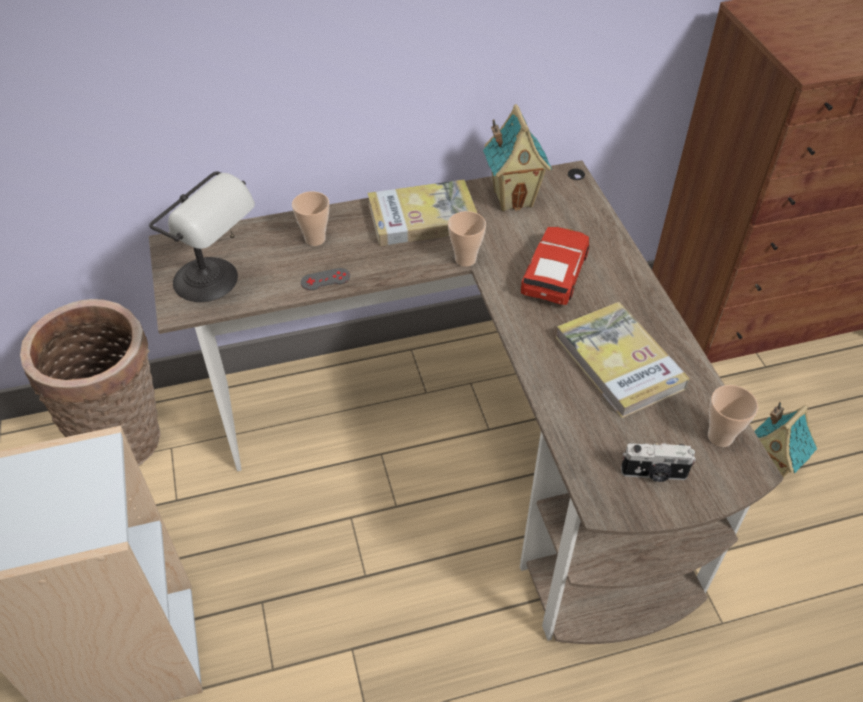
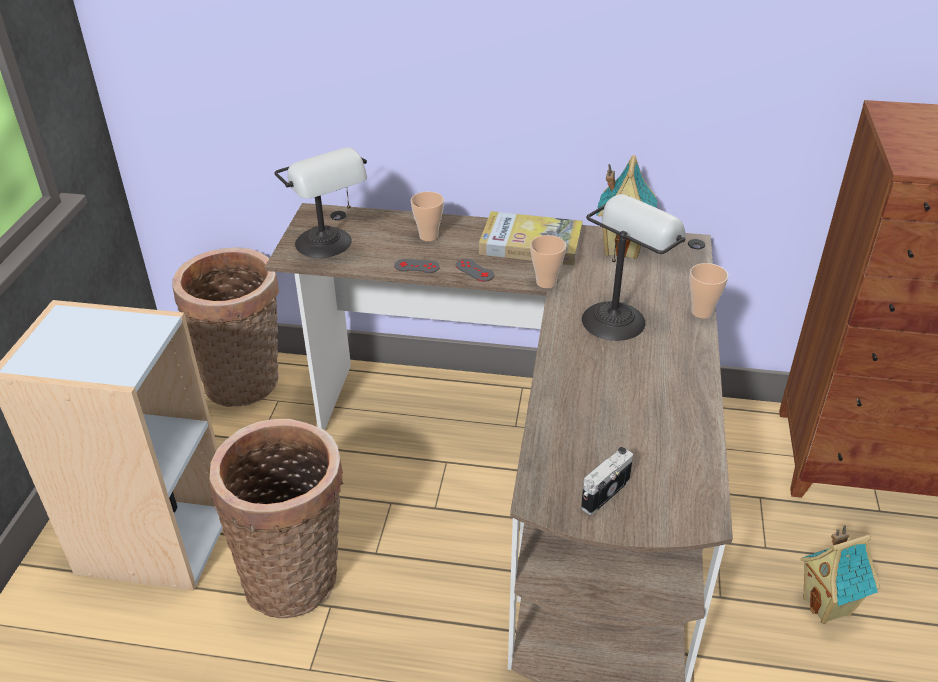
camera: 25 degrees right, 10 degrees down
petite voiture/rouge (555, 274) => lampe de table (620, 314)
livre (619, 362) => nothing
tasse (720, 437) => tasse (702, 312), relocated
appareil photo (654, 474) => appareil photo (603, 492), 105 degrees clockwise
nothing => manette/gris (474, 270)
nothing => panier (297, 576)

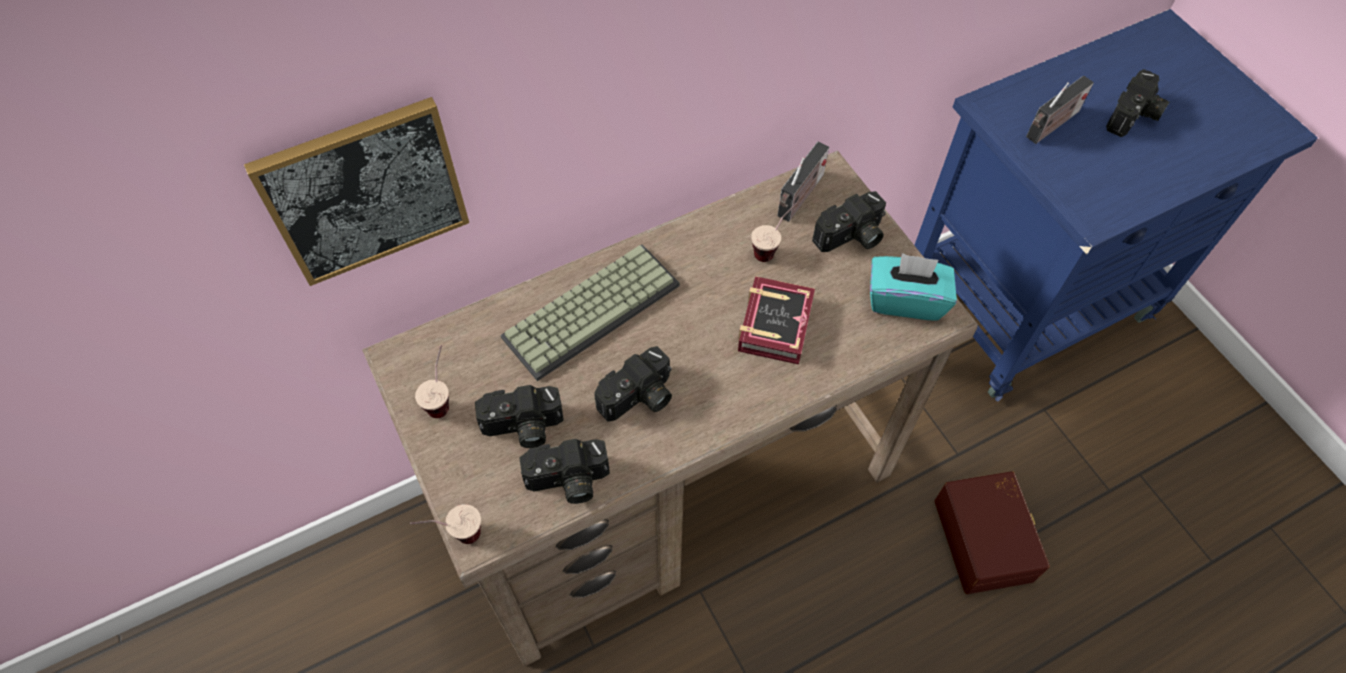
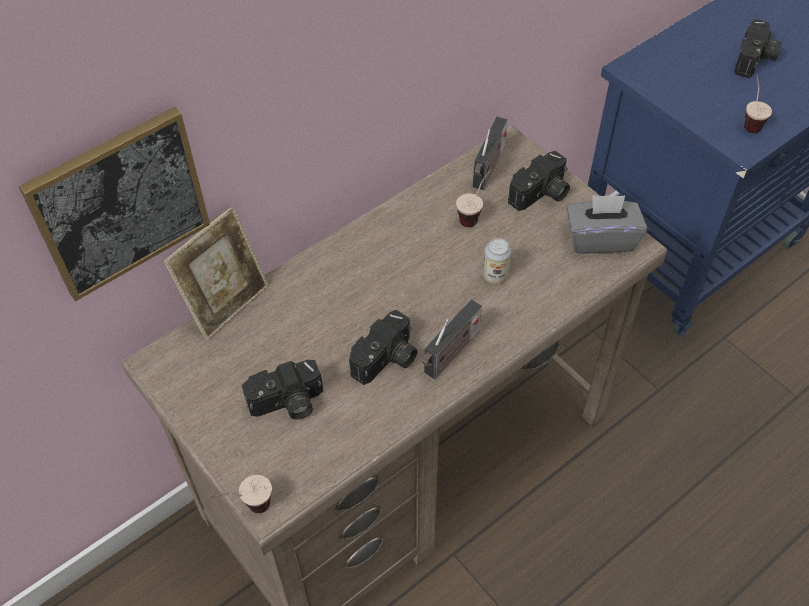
camera: 10 degrees left, 5 degrees down
radio (1051, 126) => radio (450, 355), relocated
clavier (591, 308) => nothing
boîte à mouchoirs/turquoise (905, 300) => boîte à mouchoirs/gris (600, 239)
livre (778, 322) => boîte métallique (495, 275)
tasse (442, 397) => tasse (750, 120), relocated
appareil photo (568, 482) => nothing
boîte de rangement/marron (985, 539) => nothing
nothing => cadre photo (227, 304)

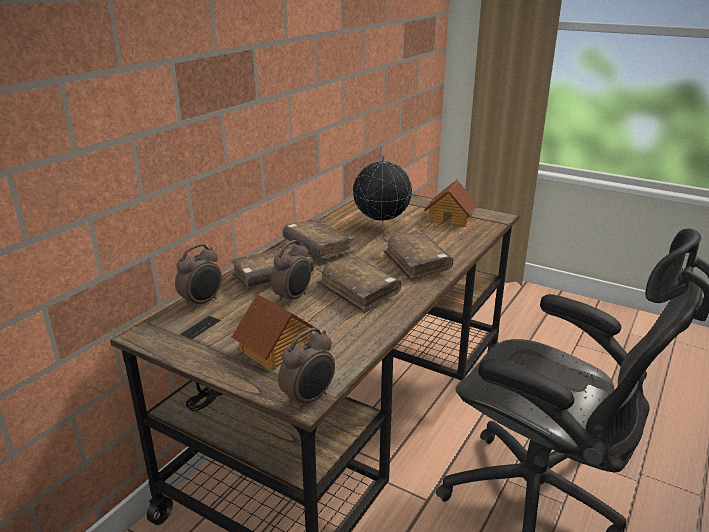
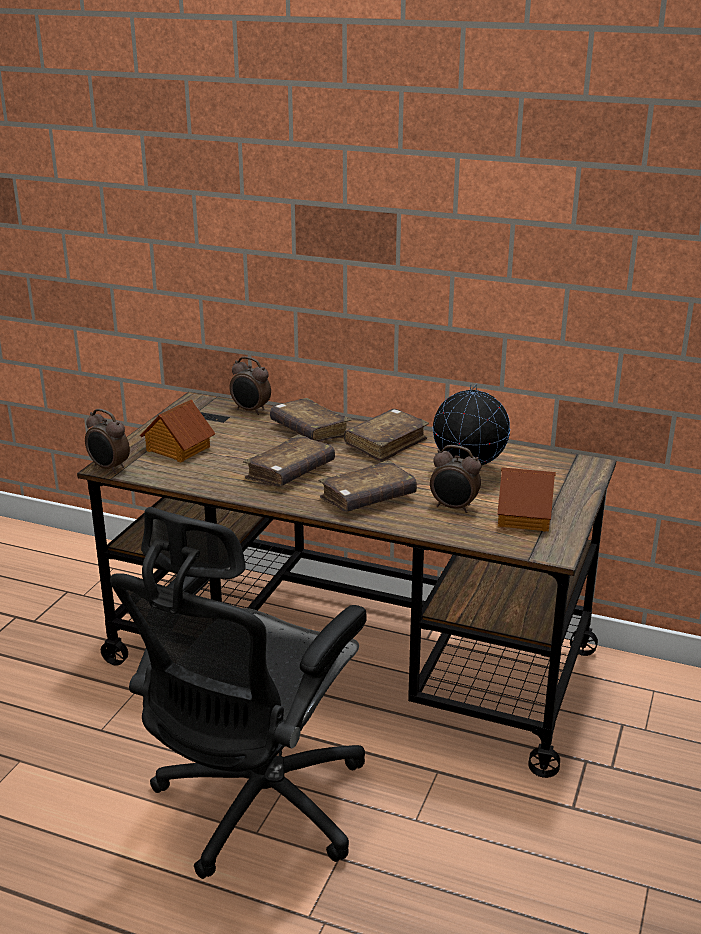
camera: 80 degrees right, 0 degrees up
réveil (293, 298) => réveil (454, 508), relocated

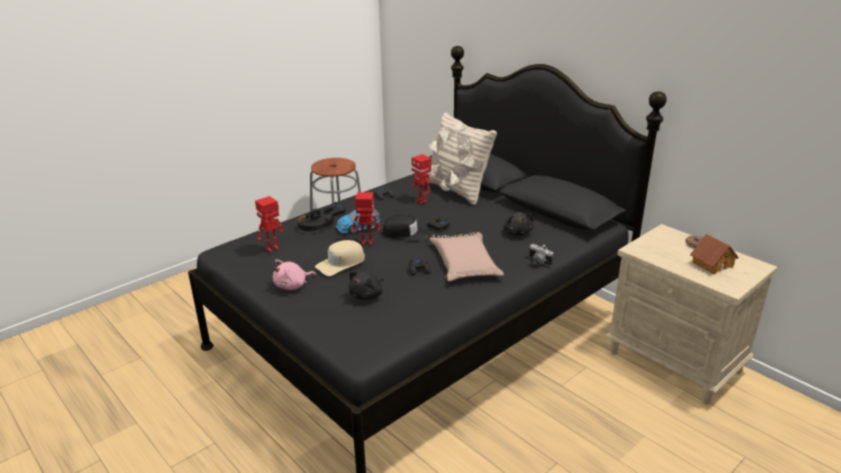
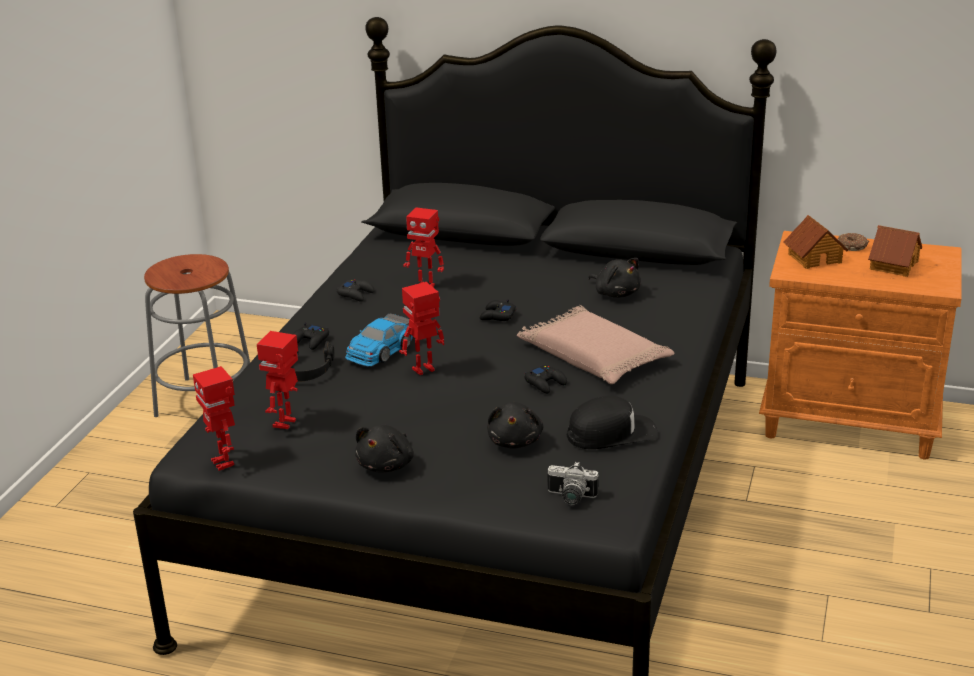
camera: 30 degrees left, 0 degrees up
coussin/beige (456, 190) => nothing
casquette/noir (406, 234) => casquette/noir (611, 433), relocated
table de chevet/beige (675, 362) => table de chevet/orange (851, 422)
casquette/beige (341, 263) => nothing
appareil photo (537, 262) => appareil photo (570, 498), relocated
peluche/rose (292, 285) => peluche/noir (387, 465)
nothing => maison miniature (814, 258)
nothing => robot jouet (224, 462)

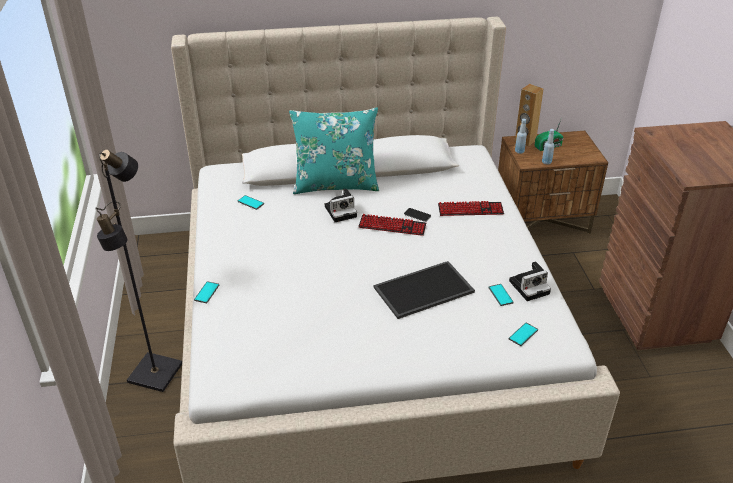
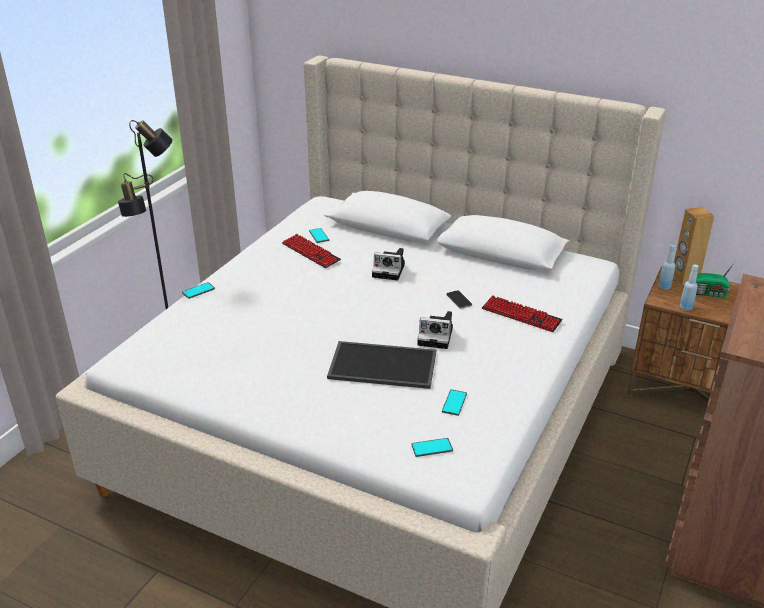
camera: 35 degrees right, 5 degrees down
coussin/turquoise (335, 184) => nothing
clavier (392, 226) => clavier (311, 252), relocated
appareil photo (530, 286) => appareil photo (437, 336), relocated

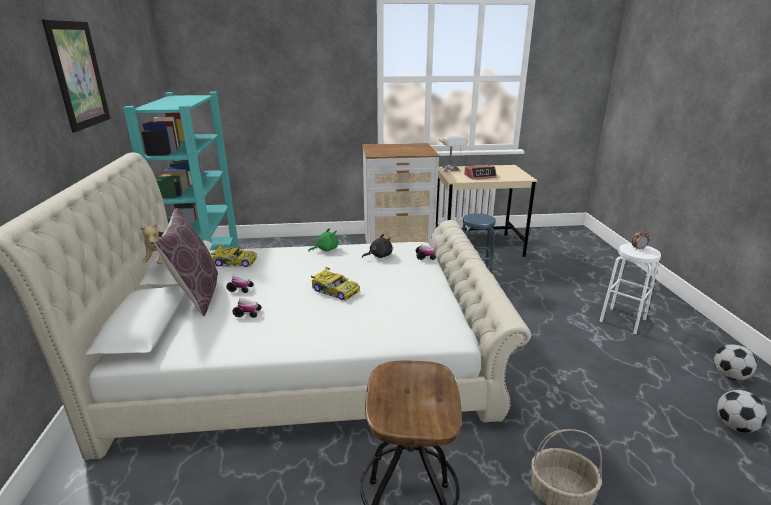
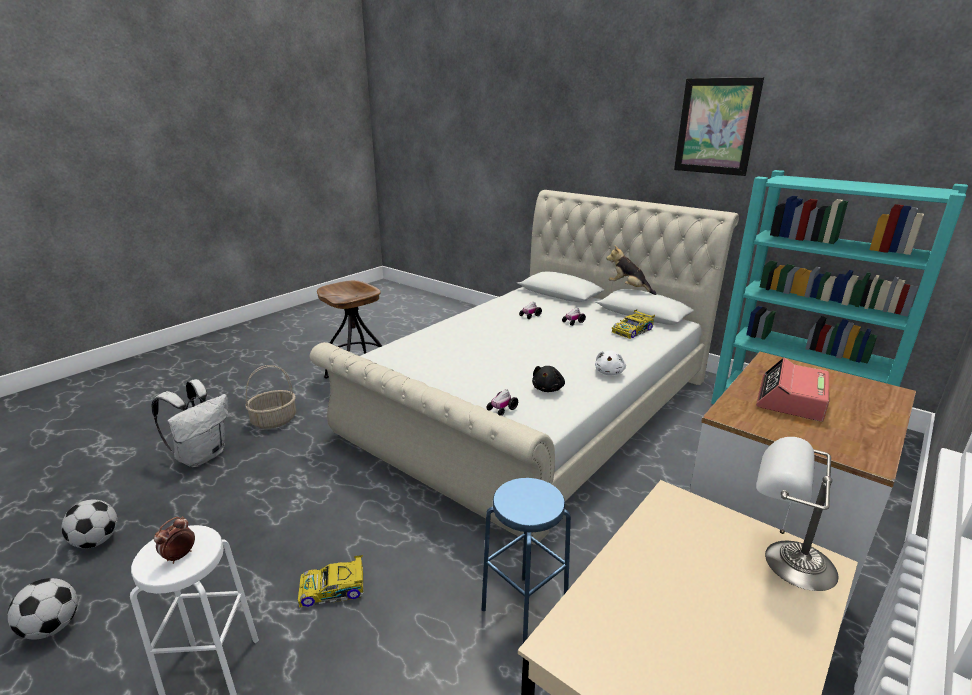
camera: 135 degrees right, 0 degrees up
réveil (480, 176) => réveil (791, 399), relocated
coussin/marron (196, 294) => nothing
peluche/vert (325, 249) => peluche/blanc (609, 372)
petite voiture (335, 290) => petite voiture (334, 589), relocated
nothing => sac à dos/blanc (202, 456)

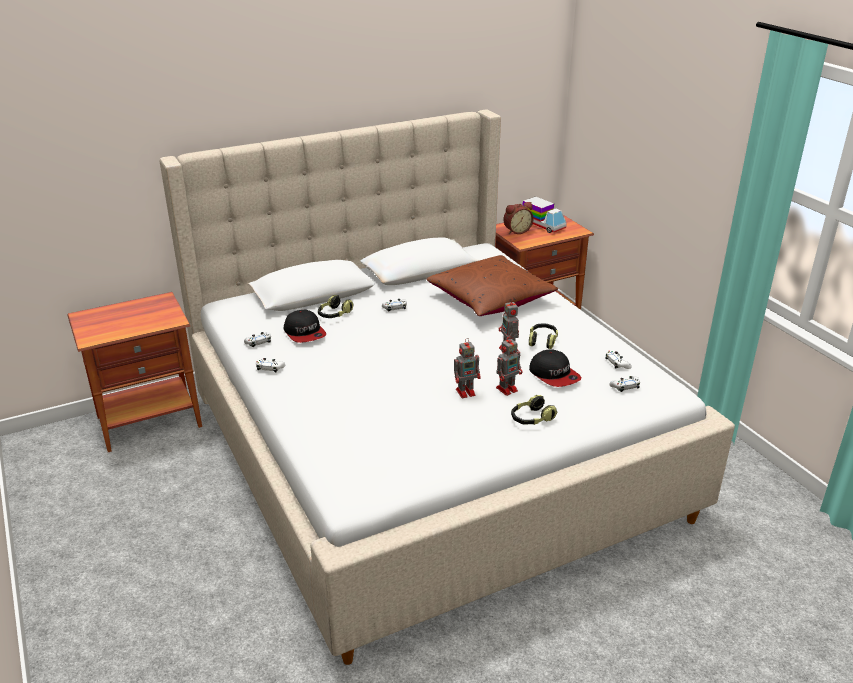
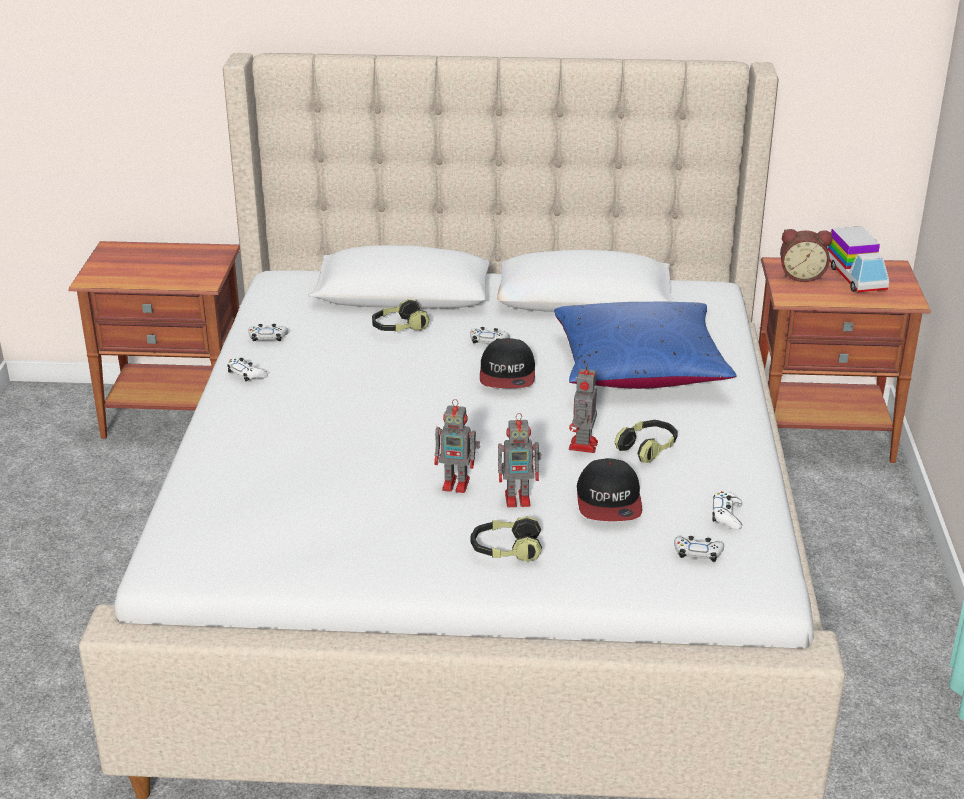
camera: 30 degrees right, 0 degrees up
coussin/marron (490, 299) => coussin/bleu (639, 366)
casquette (305, 333) => casquette (507, 375), relocated

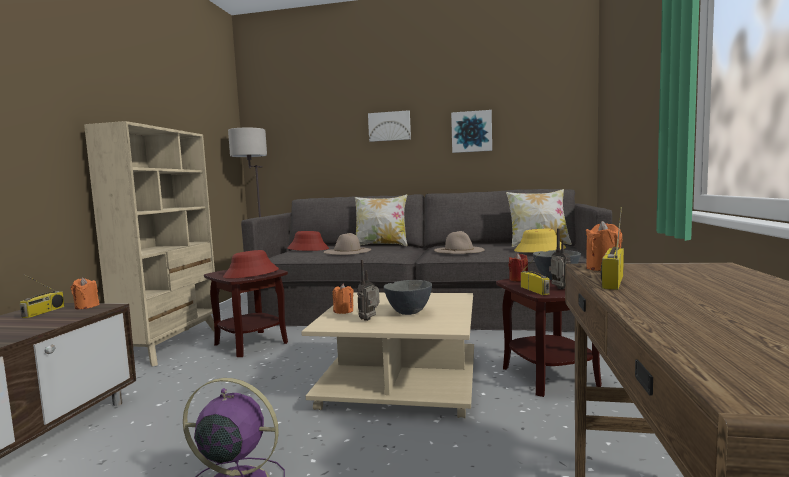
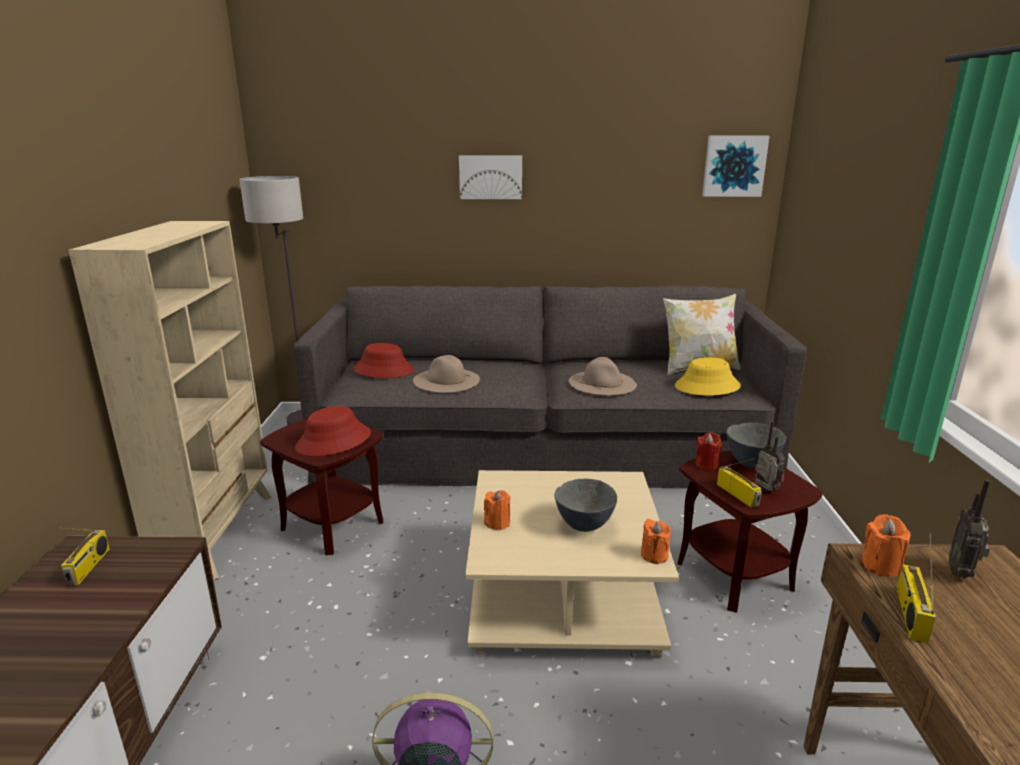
camera: 10 degrees left, 15 degrees up
tableau (471, 131) => tableau (734, 166), relocated
coussin (381, 245) => nothing
radio (370, 319) => radio (961, 572), relocated
bougie/orange (86, 306) => bougie/orange (654, 555), relocated

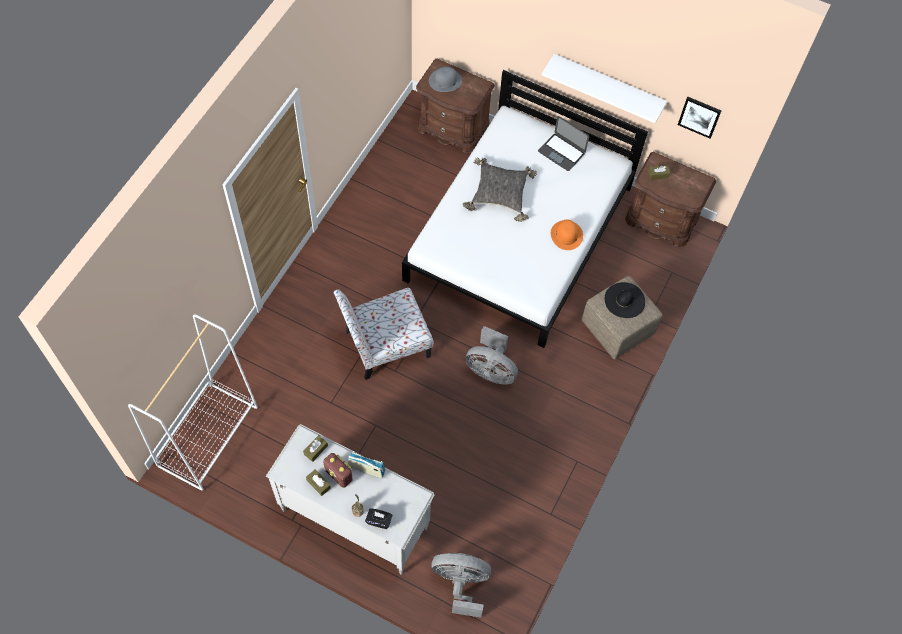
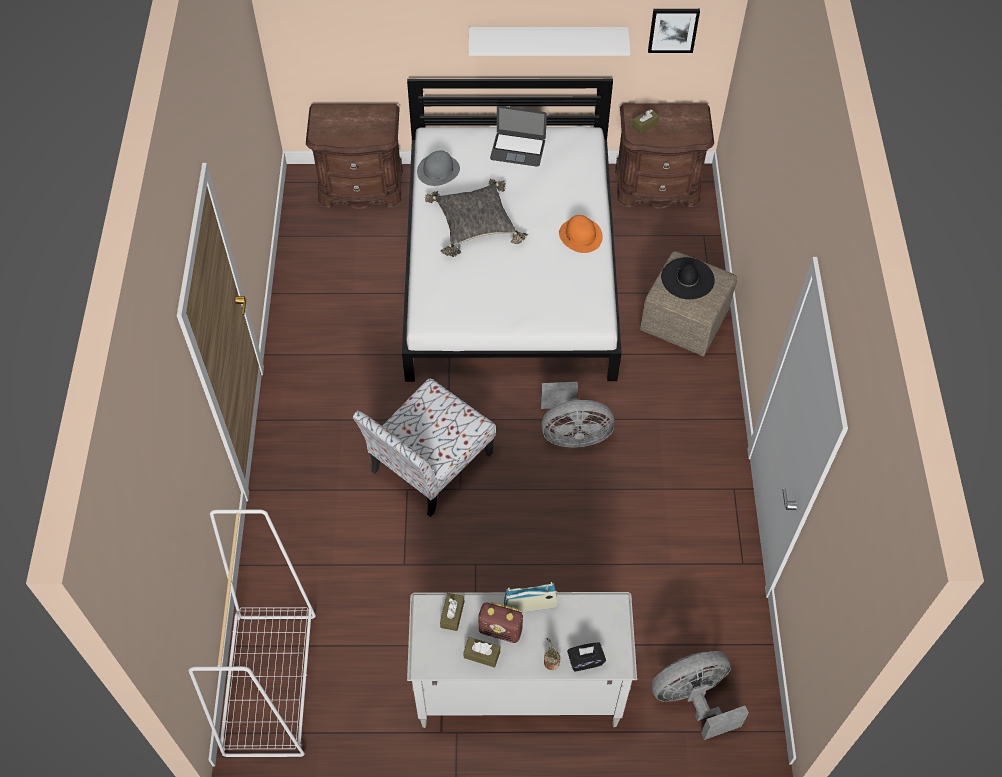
camera: 25 degrees left, 5 degrees down
chapeau/gris (445, 80) => chapeau/gris (438, 170), relocated

